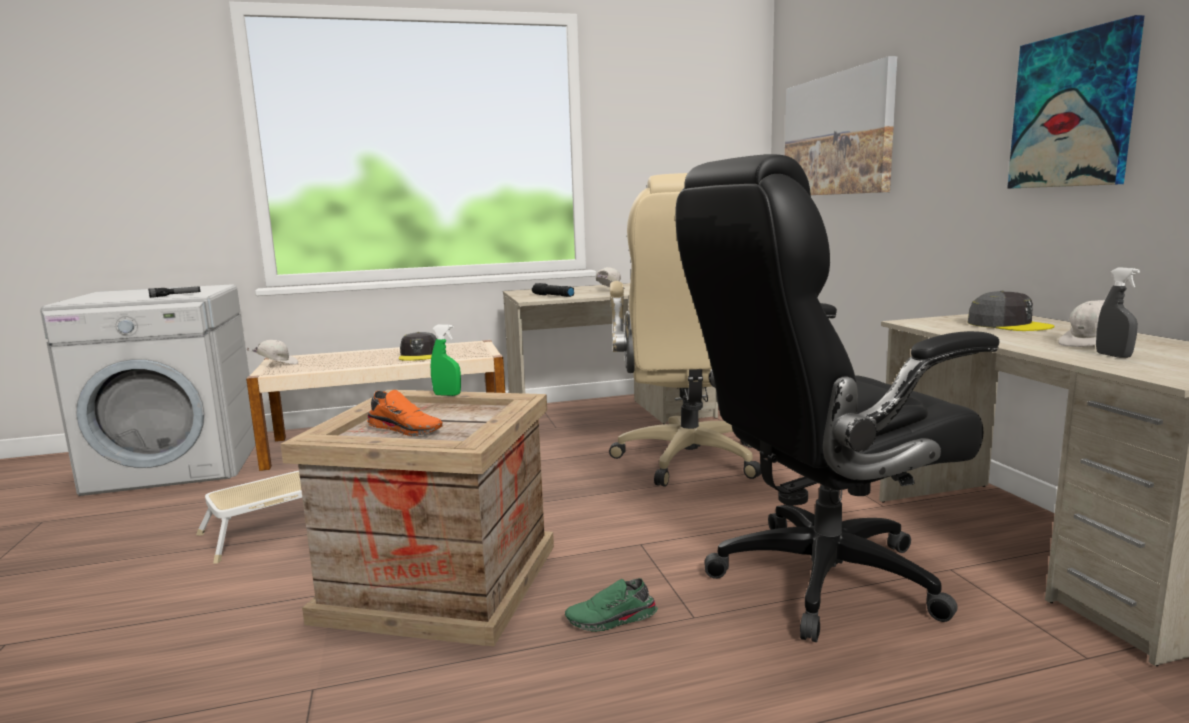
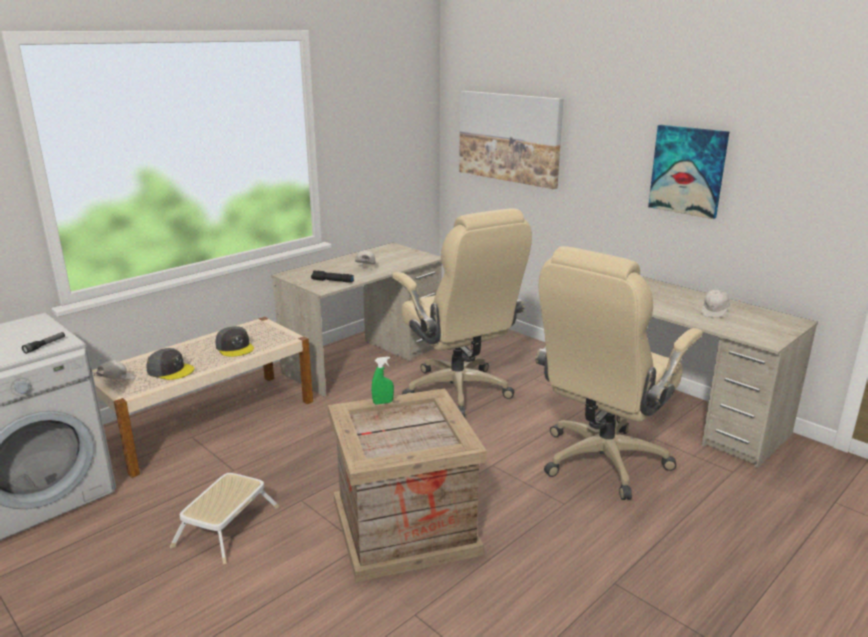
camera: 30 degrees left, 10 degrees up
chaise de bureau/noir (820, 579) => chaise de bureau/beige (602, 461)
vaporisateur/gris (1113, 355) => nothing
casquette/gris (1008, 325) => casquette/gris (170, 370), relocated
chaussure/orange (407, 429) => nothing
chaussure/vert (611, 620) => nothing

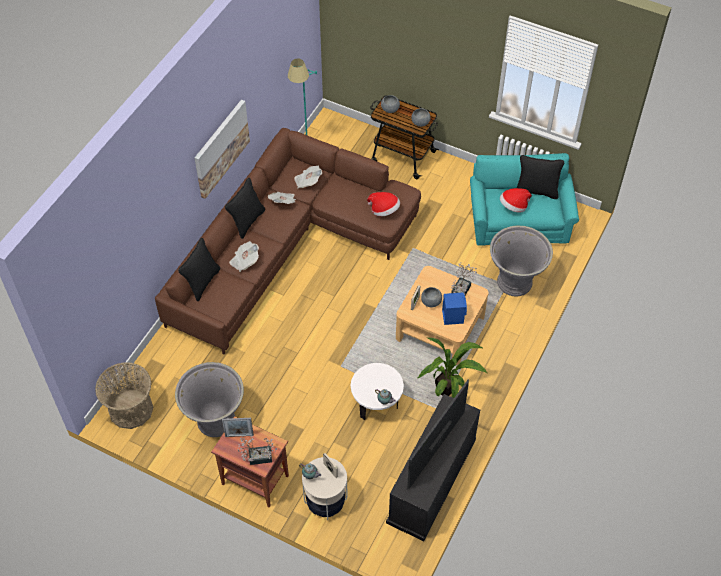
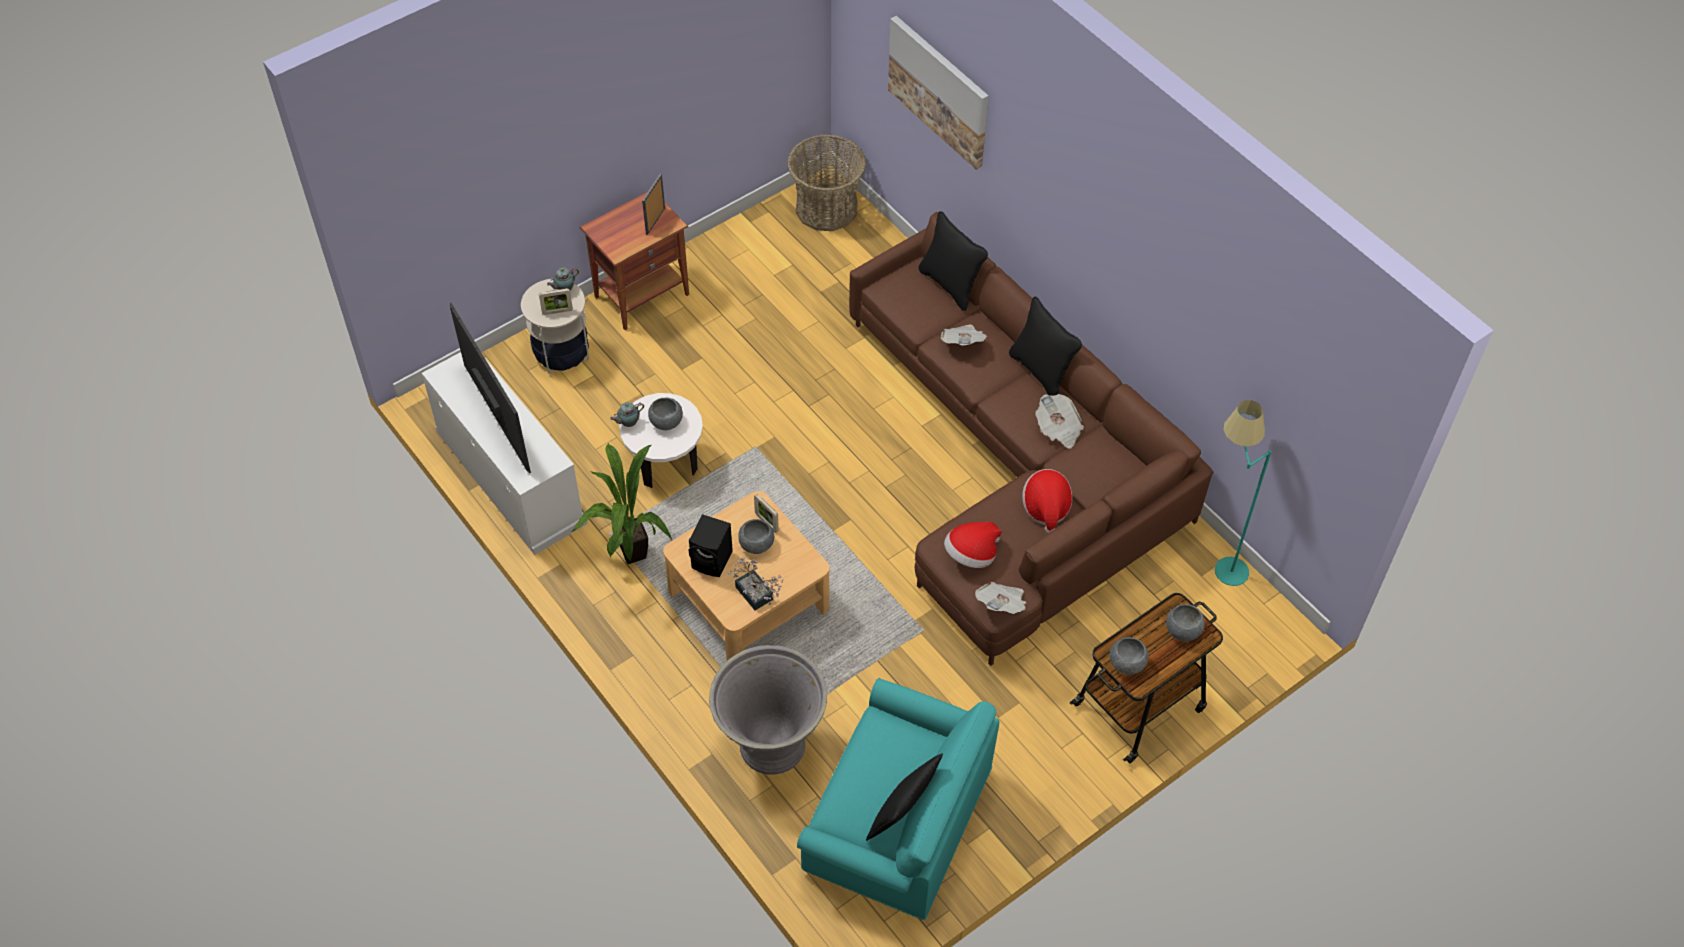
camera: 115 degrees right, 0 degrees up
tableau (221, 148) => tableau (939, 91), relocated
journal (307, 182) => journal (1002, 605), relocated
chapeau (513, 206) => chapeau (1046, 507), relocated
enceinte/bleu (453, 316) => enceinte/noir (713, 560)
cache-pot/gris (215, 421) => nothing
meuble télé/noir (431, 481) => meuble télé/blanc (510, 476)
plante en pot (257, 457) => nothing
nothing => bol/gris (666, 422)

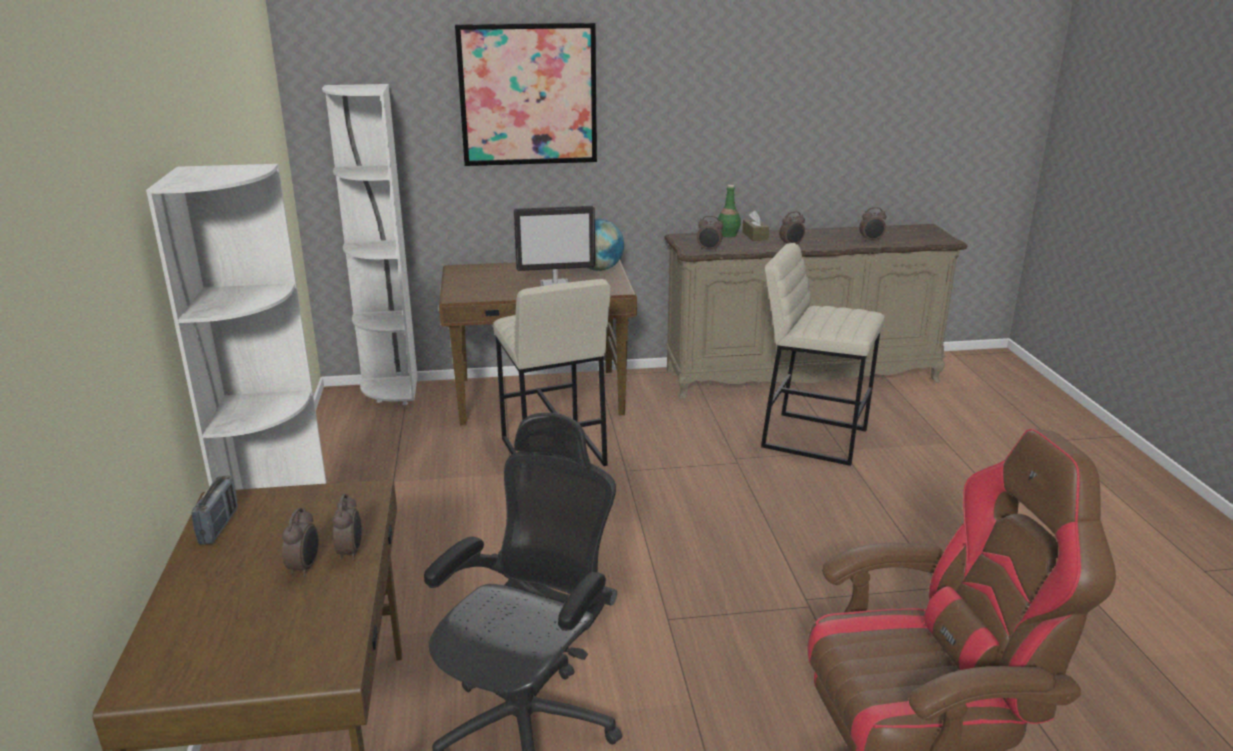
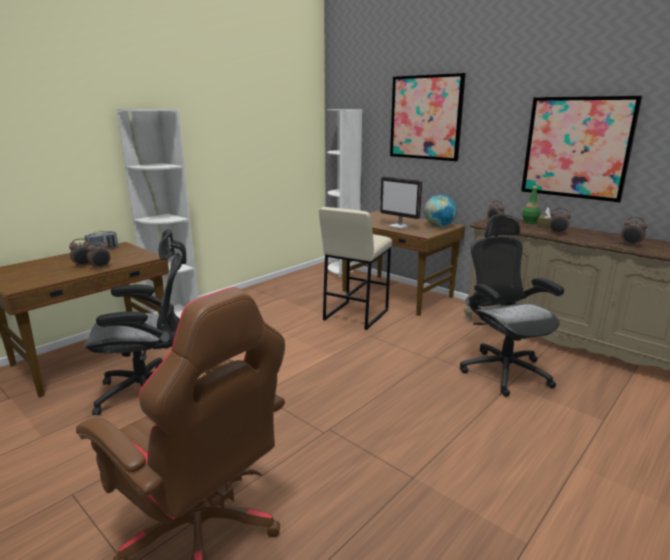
camera: 50 degrees right, 5 degrees down
tabouret/beige (811, 437) => chaise de bureau (502, 370)
nothing => tableau (576, 147)

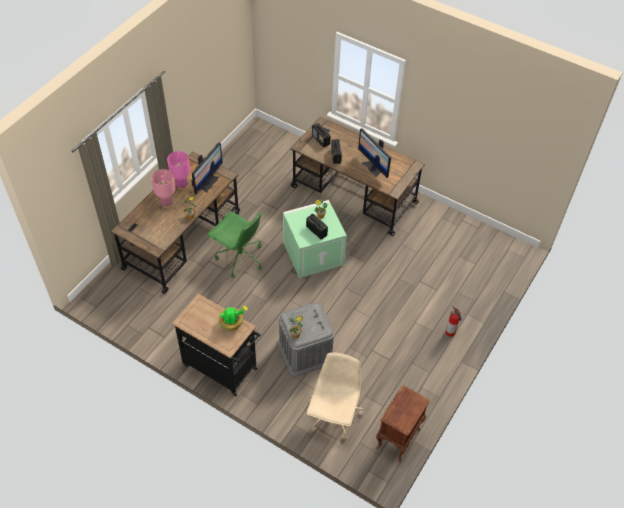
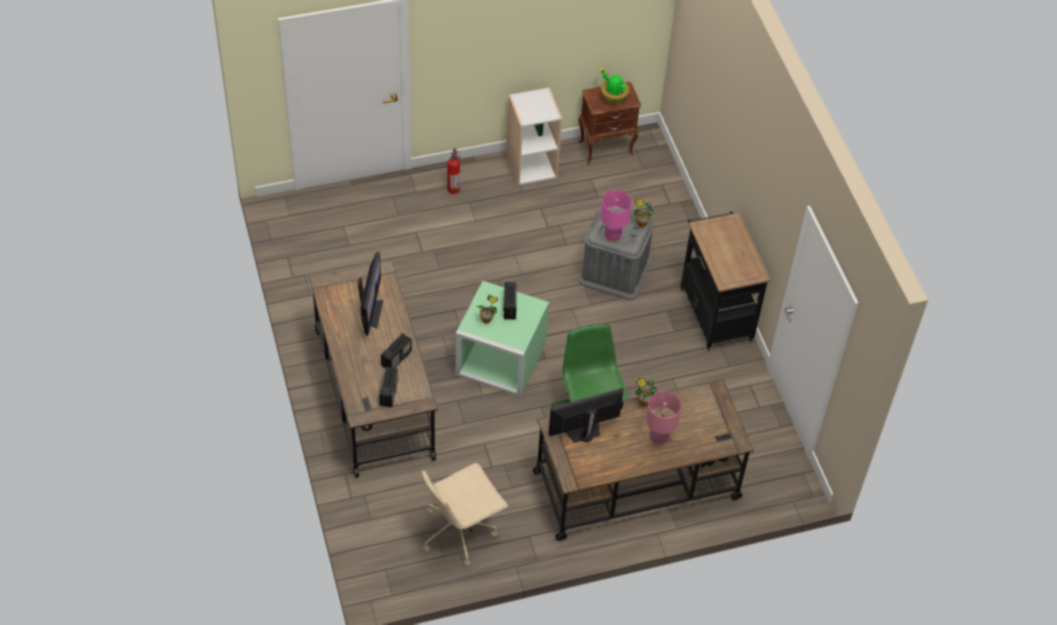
camera: 140 degrees left, 0 degrees up
lampe de table/rose (182, 186) => lampe de table/rose (612, 237), relocated
plante en pot (232, 324) => plante en pot (613, 97), relocated
chaise de bureau/beige (333, 417) => chaise de bureau/beige (460, 532), relocated
nothing => bibliothèque (532, 166)

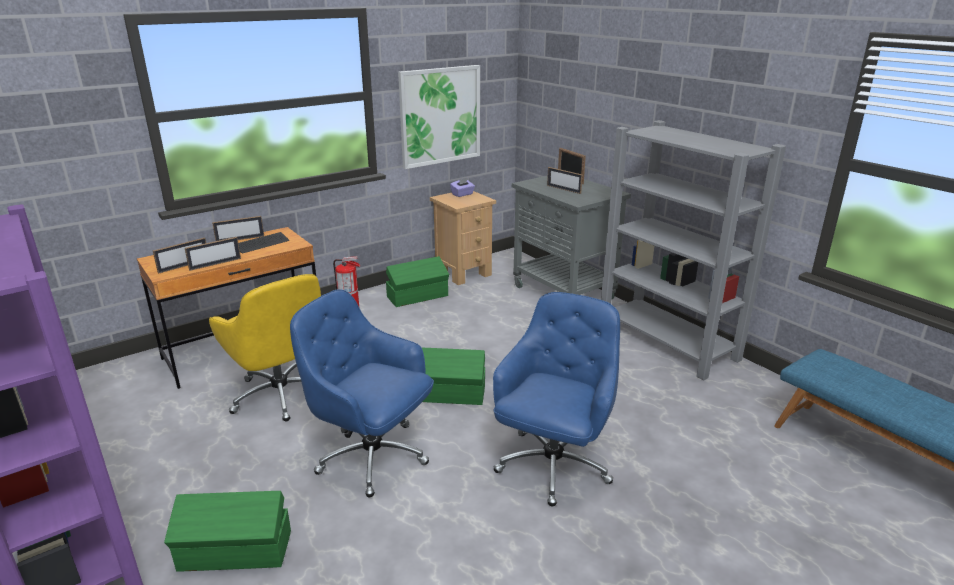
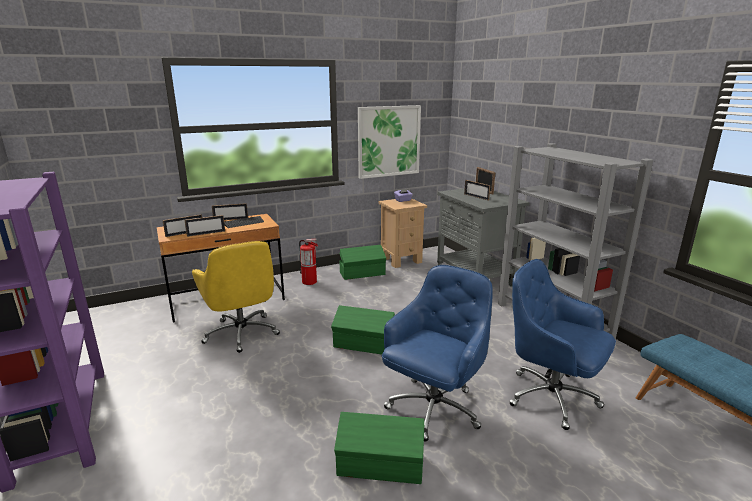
camera: 10 degrees right, 5 degrees down
chaise de bureau/bleu (373, 456) => chaise de bureau/bleu (551, 396), relocated
boîte de rangement/vert (236, 552) => boîte de rangement/vert (381, 466), relocated

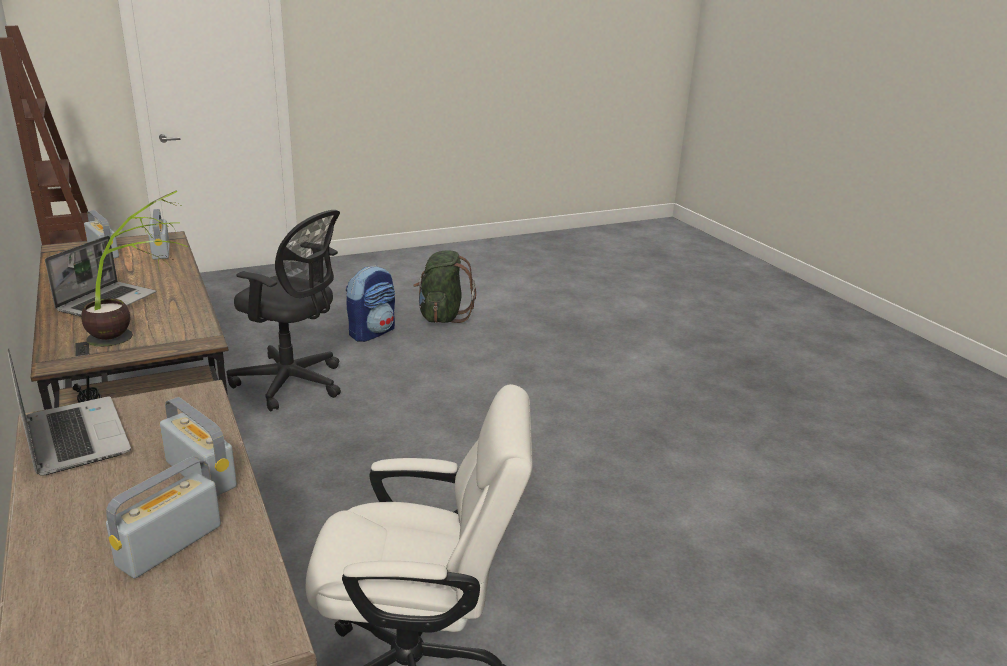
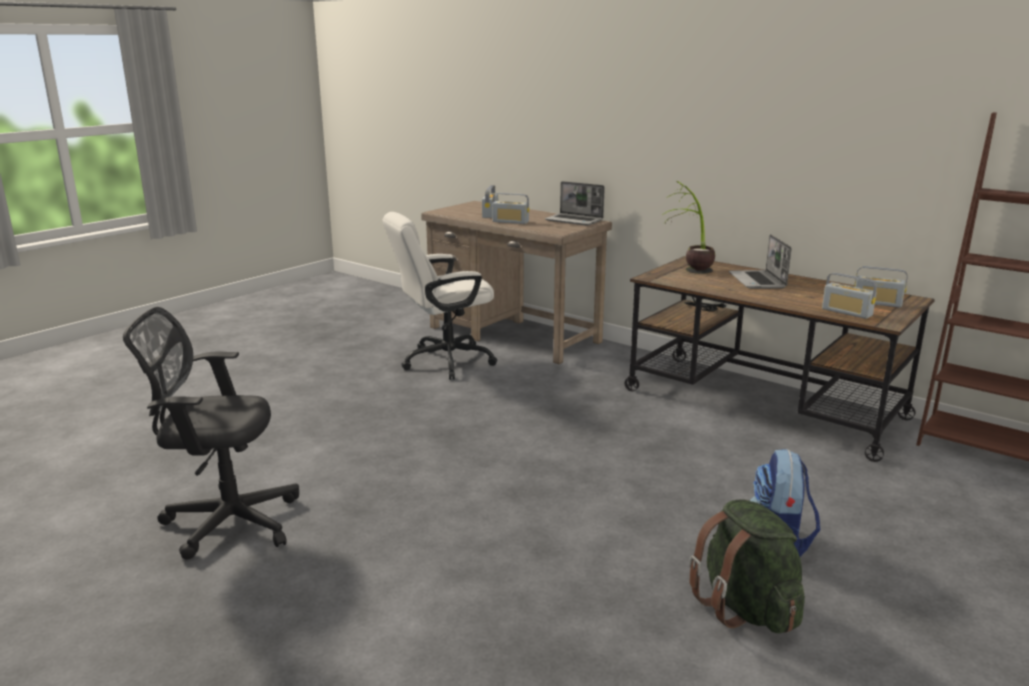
camera: 155 degrees right, 5 degrees down
chaise de bureau/noir (293, 384) => chaise de bureau/noir (226, 521), relocated

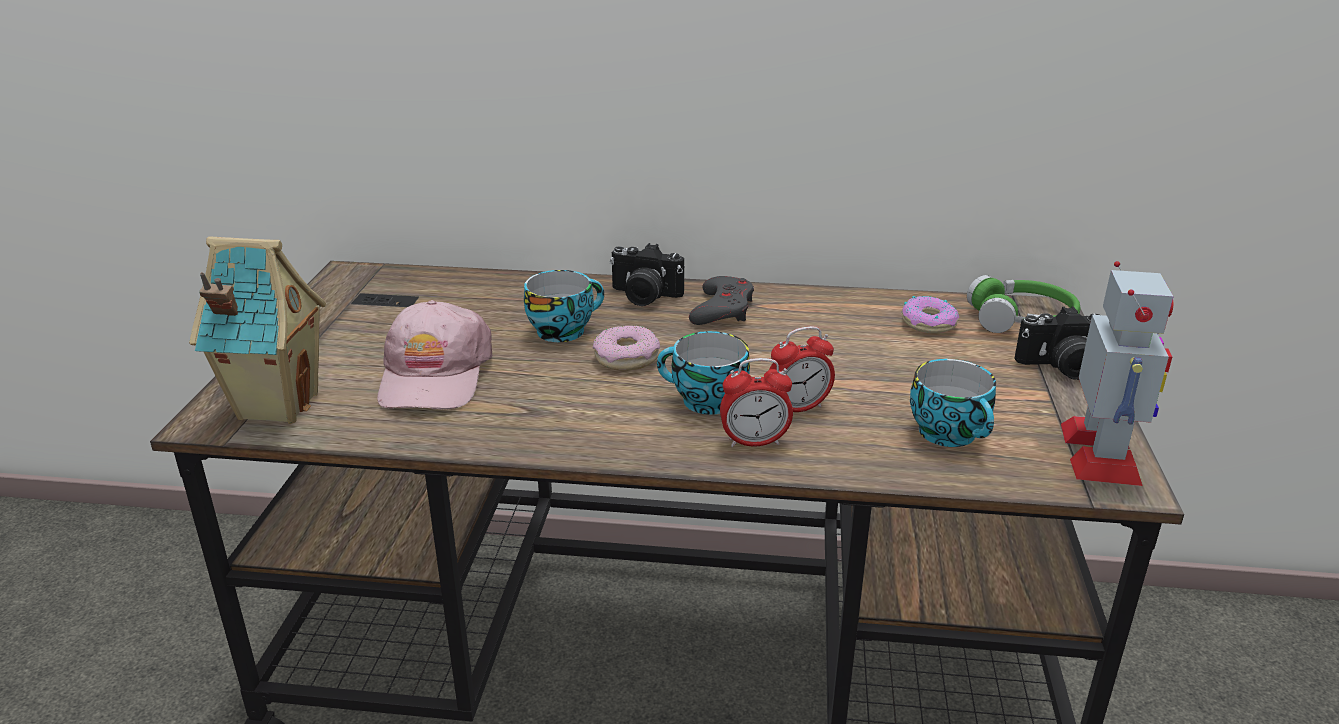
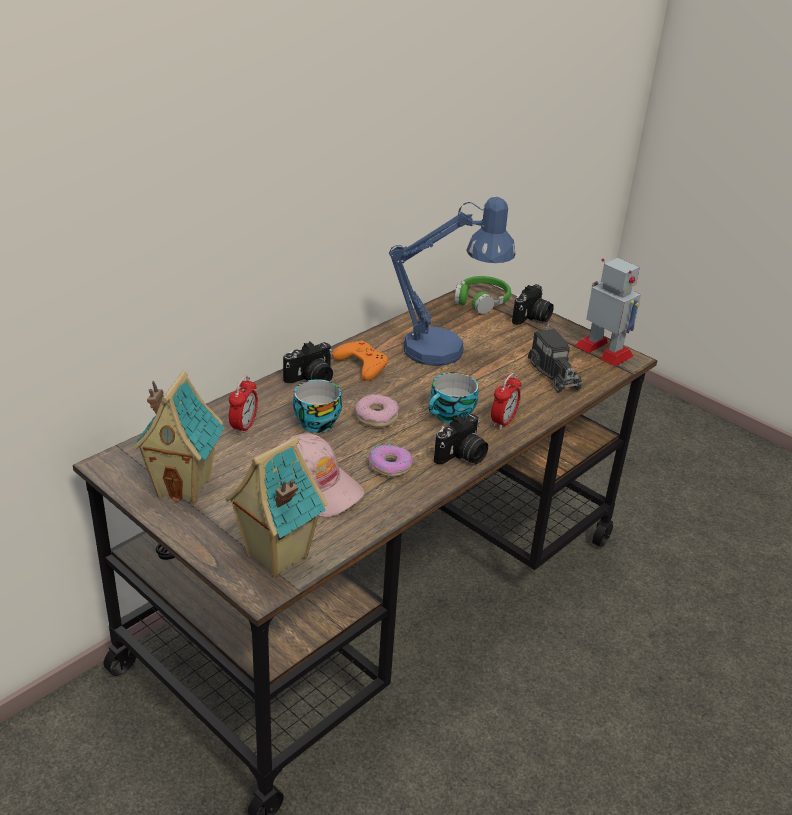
camera: 55 degrees left, 5 degrees up
manette/gris (722, 309) => manette/orange (361, 365)
beignet (928, 323) => beignet (390, 466), relocated
réveil (798, 408) => réveil (244, 426), relocated
tasse (951, 434) => camion jouet (553, 372)
nothing => lampe de table/bleu (446, 351)
nothing => maison miniature (185, 486)
nothing => appareil photo (462, 456)

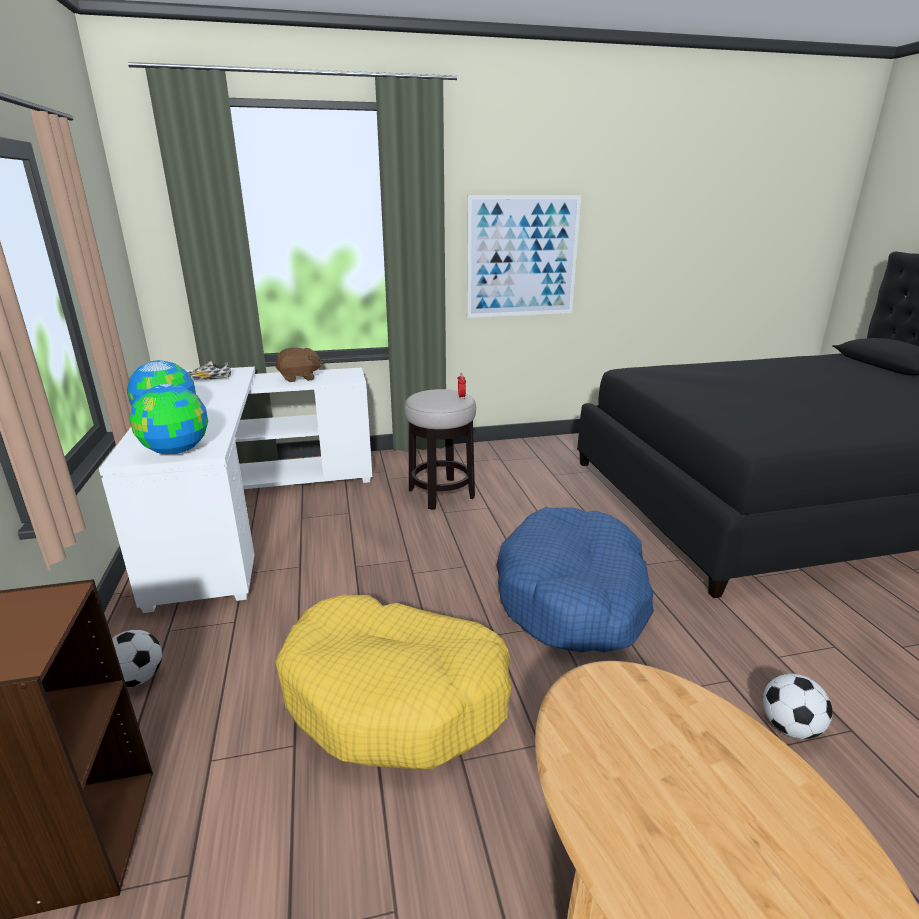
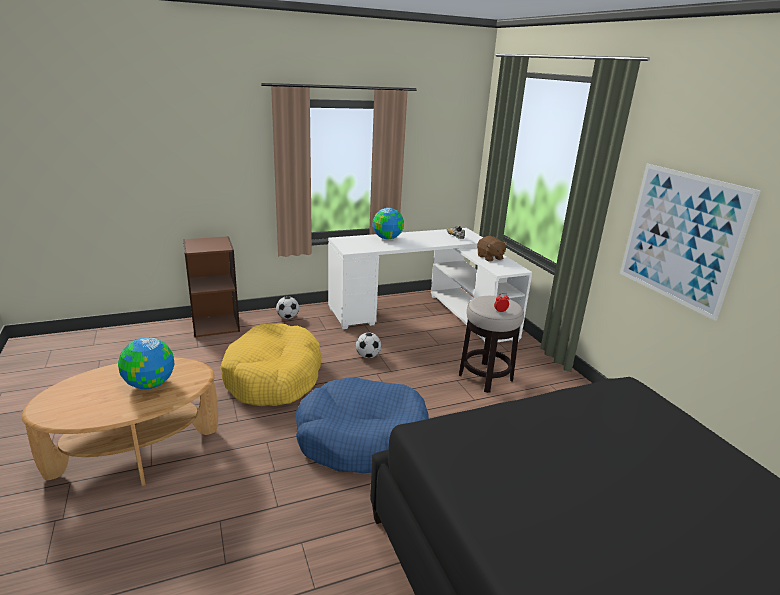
camera: 80 degrees right, 0 degrees up
globe (177, 451) => globe (149, 384), relocated
ballon de foot (789, 727) => ballon de foot (368, 356), relocated

